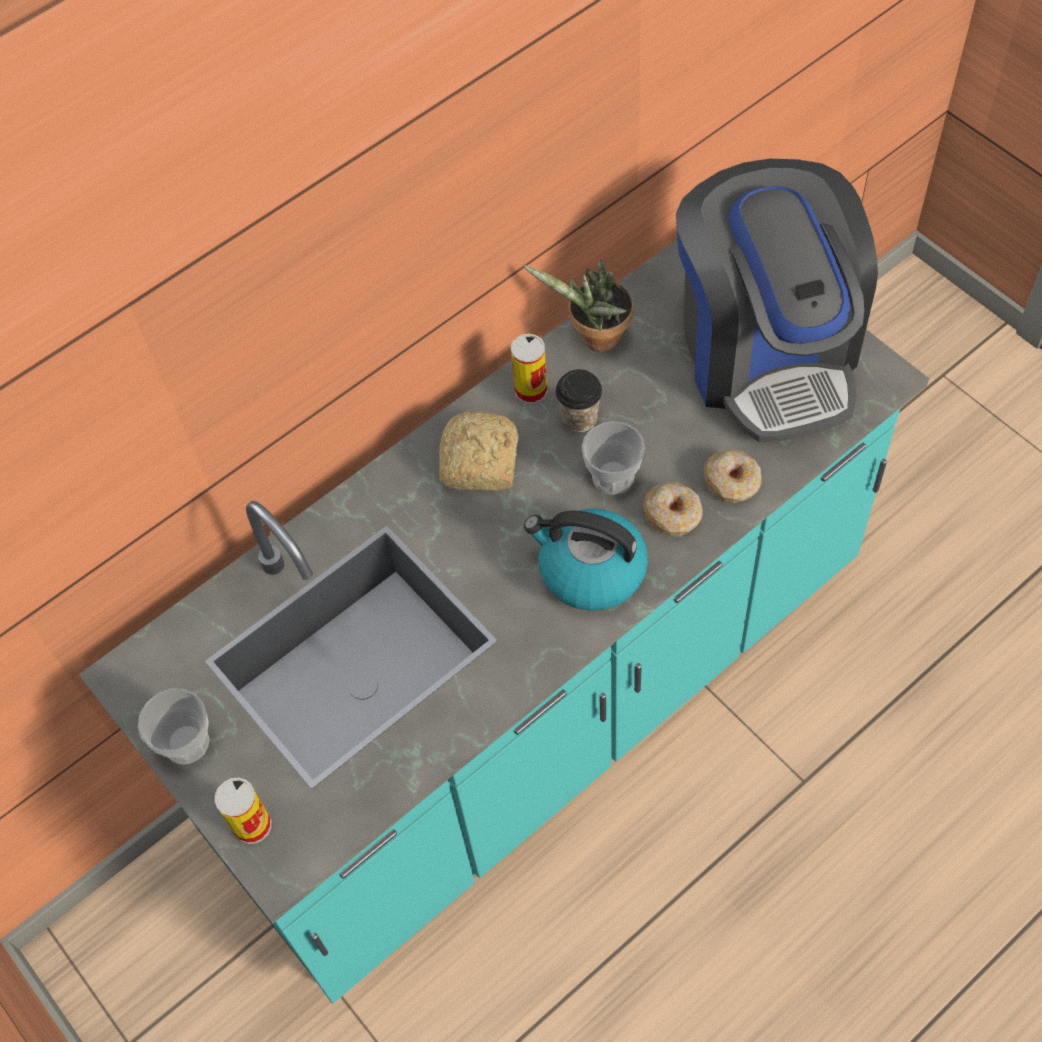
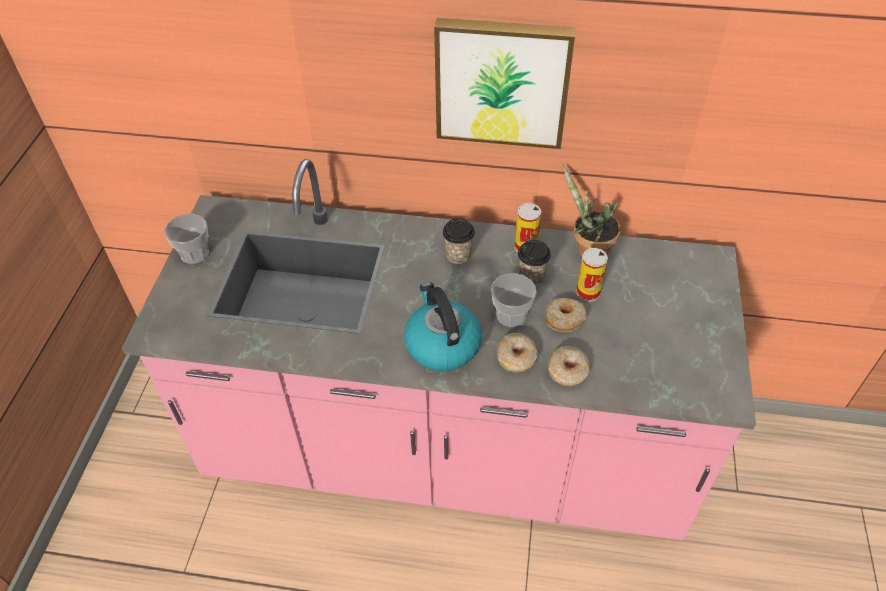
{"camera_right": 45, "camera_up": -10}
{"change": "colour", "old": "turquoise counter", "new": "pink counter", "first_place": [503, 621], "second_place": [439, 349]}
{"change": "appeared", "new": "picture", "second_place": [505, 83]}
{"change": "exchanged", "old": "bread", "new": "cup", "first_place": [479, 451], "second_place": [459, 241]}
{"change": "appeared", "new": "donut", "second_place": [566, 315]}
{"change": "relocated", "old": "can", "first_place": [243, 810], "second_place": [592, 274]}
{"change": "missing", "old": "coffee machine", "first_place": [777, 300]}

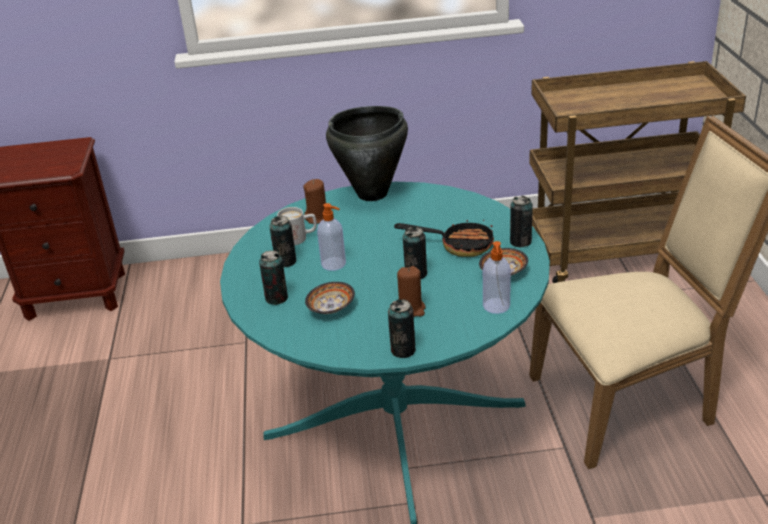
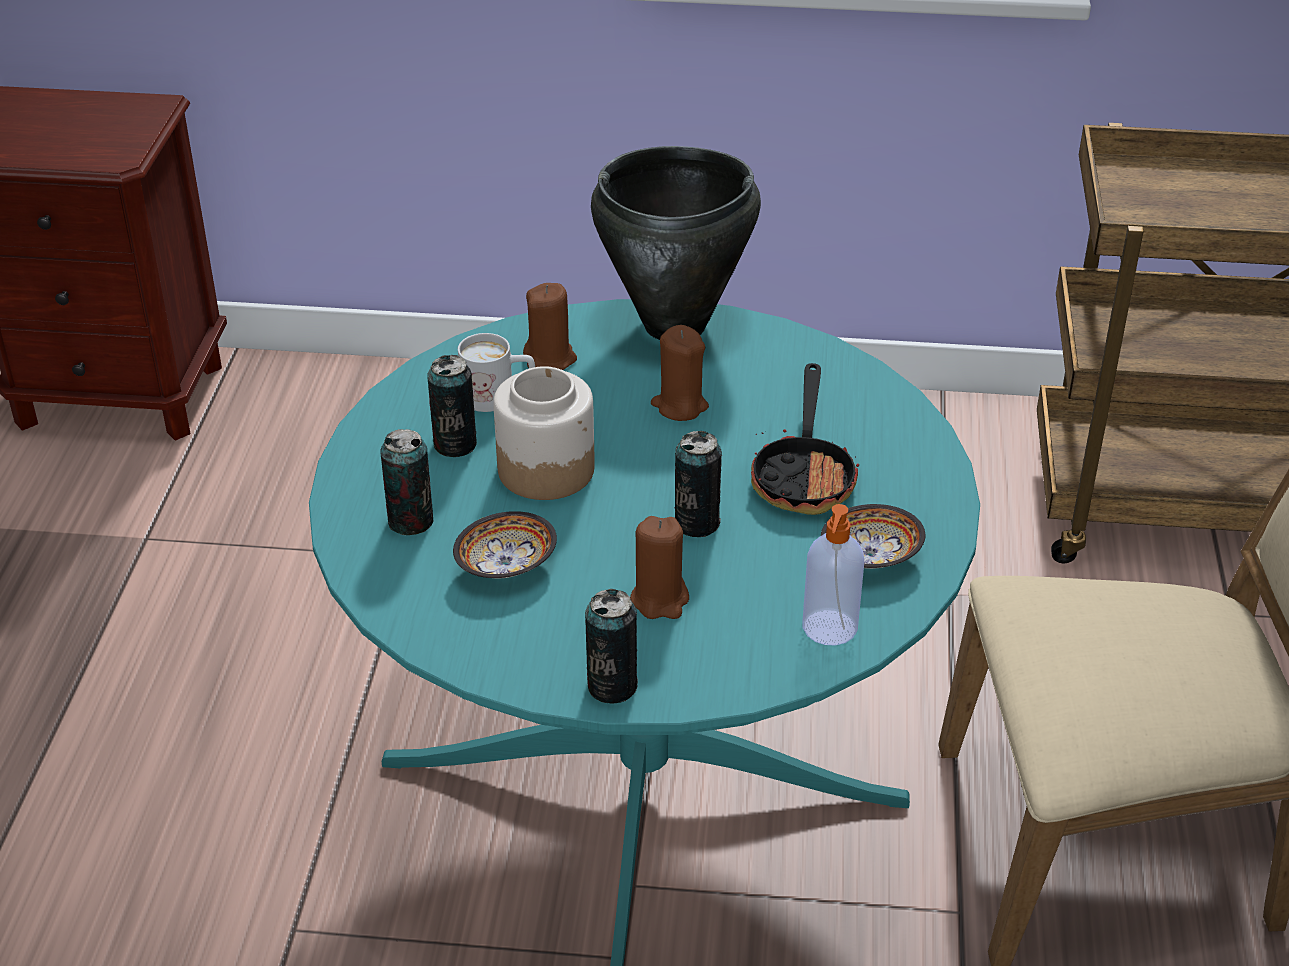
{"camera_right": 10, "camera_up": 5}
{"change": "exchanged", "old": "soap dispenser", "new": "jar", "first_place": [331, 237], "second_place": [544, 433]}
{"change": "appeared", "new": "brown candle", "second_place": [680, 373]}
{"change": "spun", "old": "frying pan", "first_place": [444, 238], "second_place": [805, 439], "degrees": 75}
{"change": "missing", "old": "can", "first_place": [521, 221]}

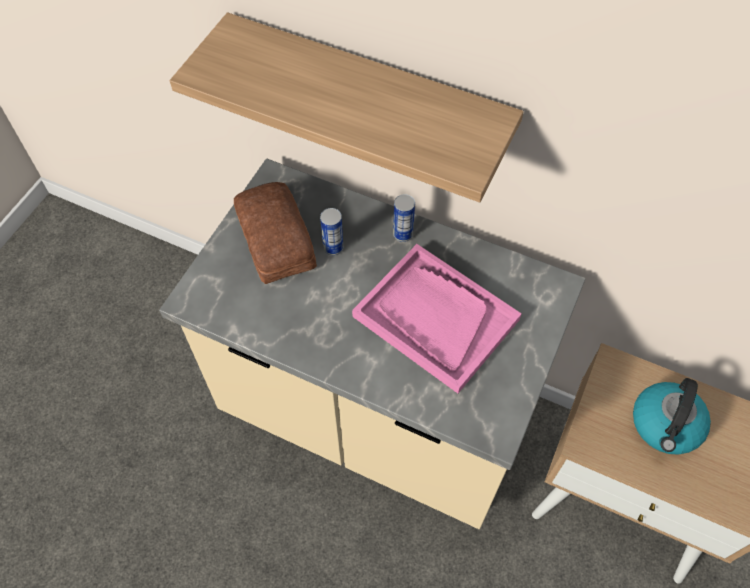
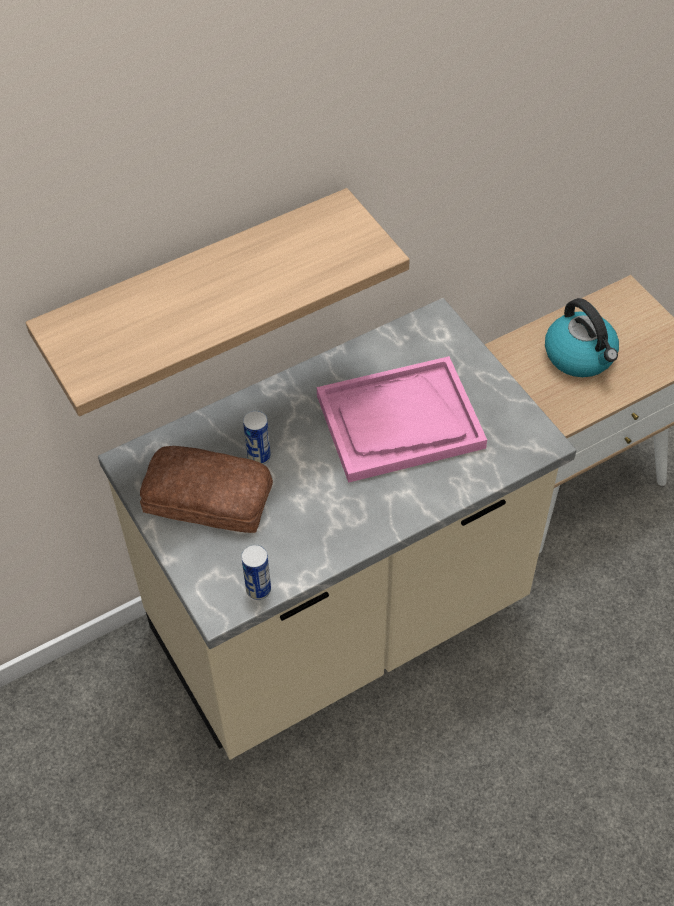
{"camera_right": -55, "camera_up": -5}
{"change": "relocated", "old": "can", "first_place": [404, 218], "second_place": [256, 572]}

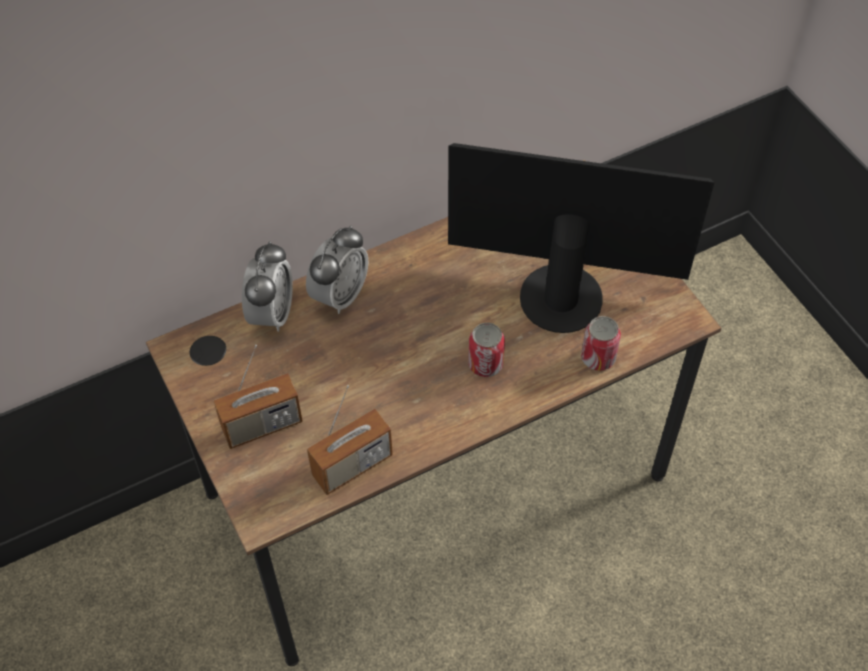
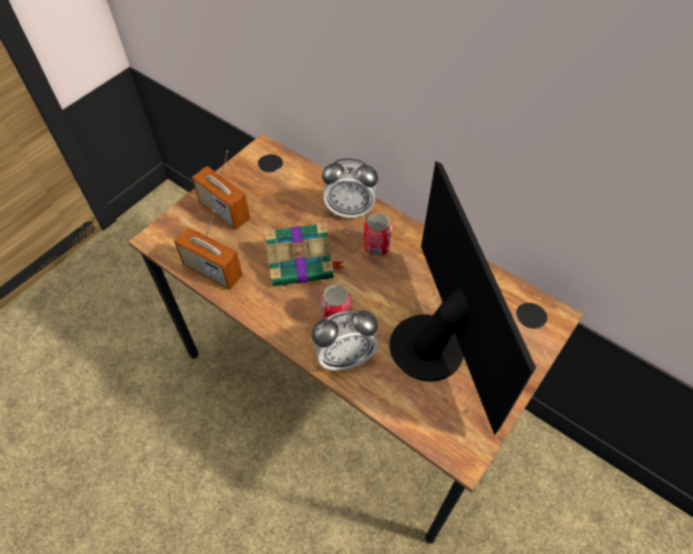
{"camera_right": 65, "camera_up": 0}
{"change": "appeared", "new": "book", "second_place": [304, 254]}
{"change": "relocated", "old": "alarm clock", "first_place": [267, 286], "second_place": [345, 340]}
{"change": "relocated", "old": "can", "first_place": [601, 343], "second_place": [377, 234]}

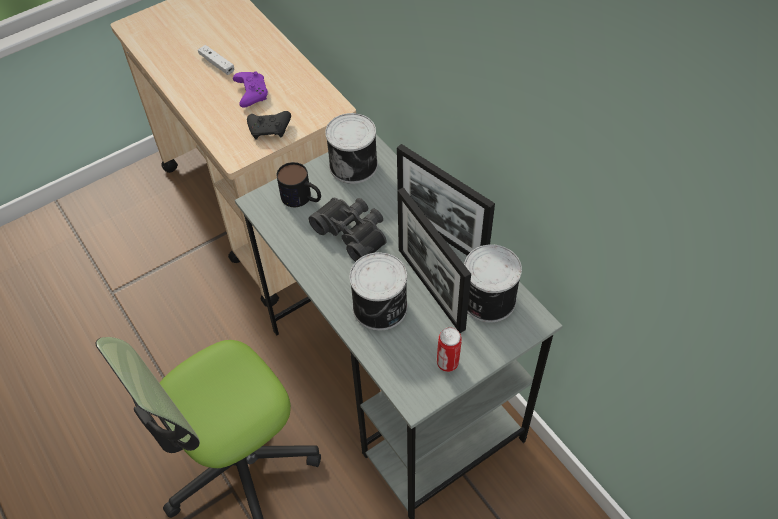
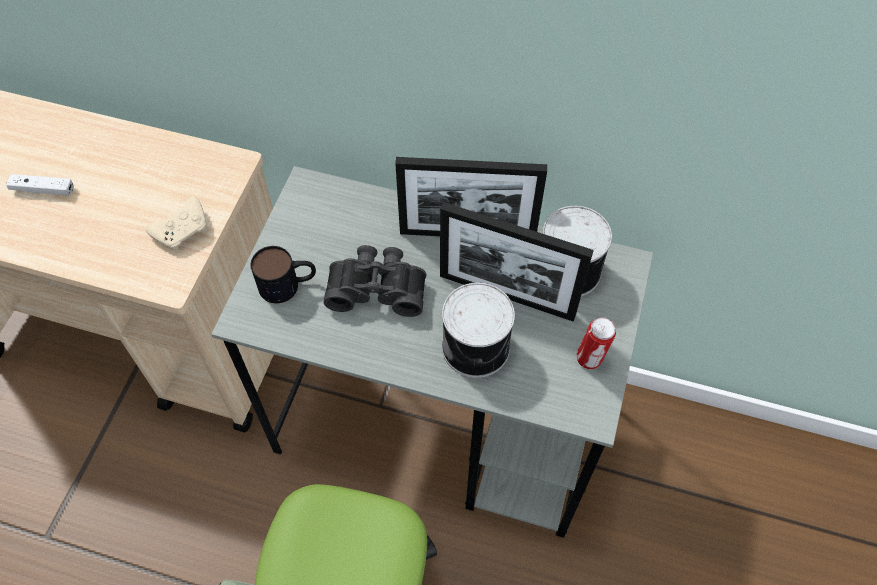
{"camera_right": -40, "camera_up": 5}
{"change": "colour", "old": "black game controller", "new": "beige game controller", "first_place": [269, 125], "second_place": [176, 224]}
{"change": "missing", "old": "purple game controller", "first_place": [250, 89]}
{"change": "missing", "old": "can", "first_place": [351, 148]}

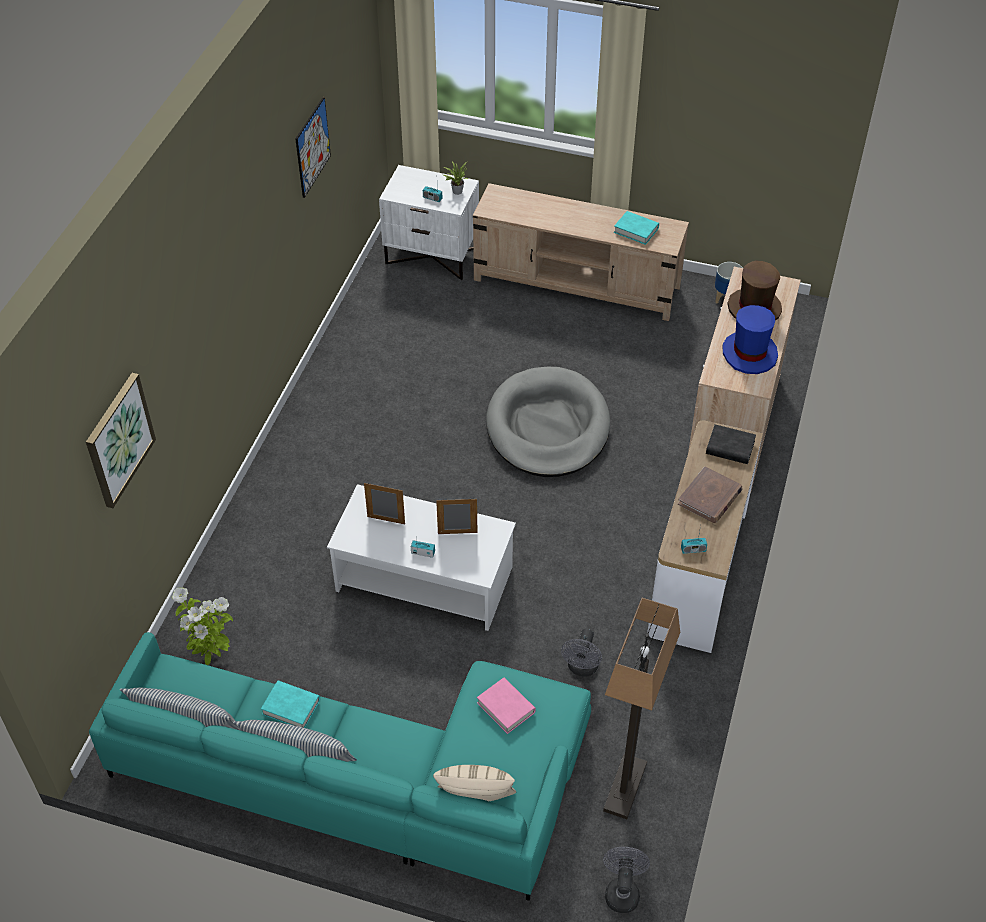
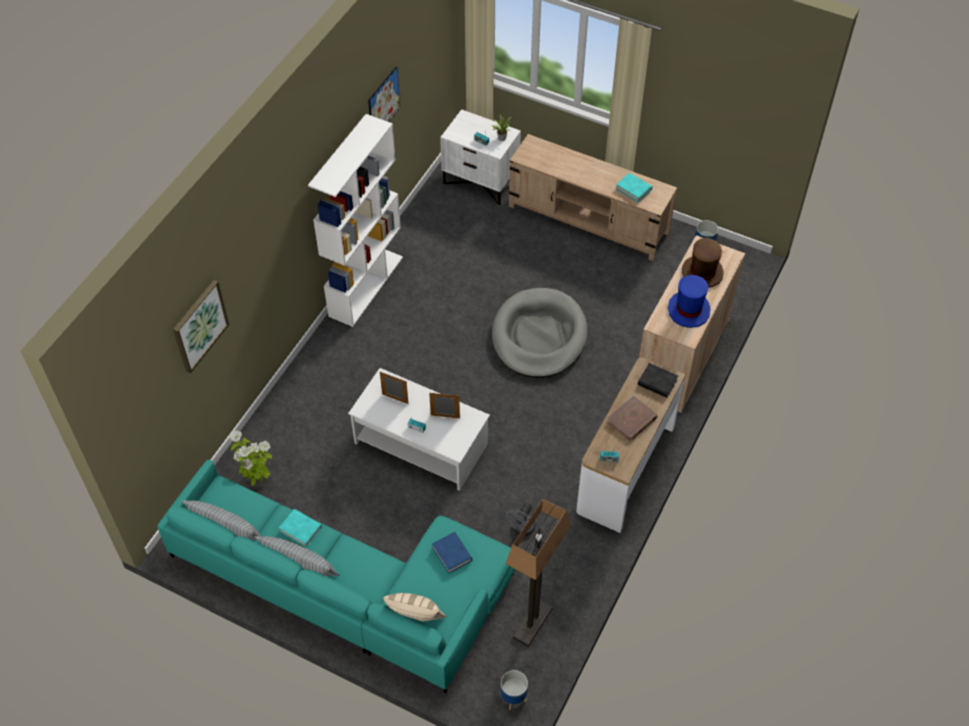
{"camera_right": 10, "camera_up": 5}
{"change": "appeared", "new": "white bookcase", "second_place": [355, 220]}
{"change": "colour", "old": "pink book", "new": "blue book", "first_place": [506, 706], "second_place": [452, 552]}
{"change": "exchanged", "old": "grey fan", "new": "planter", "first_place": [626, 880], "second_place": [514, 690]}

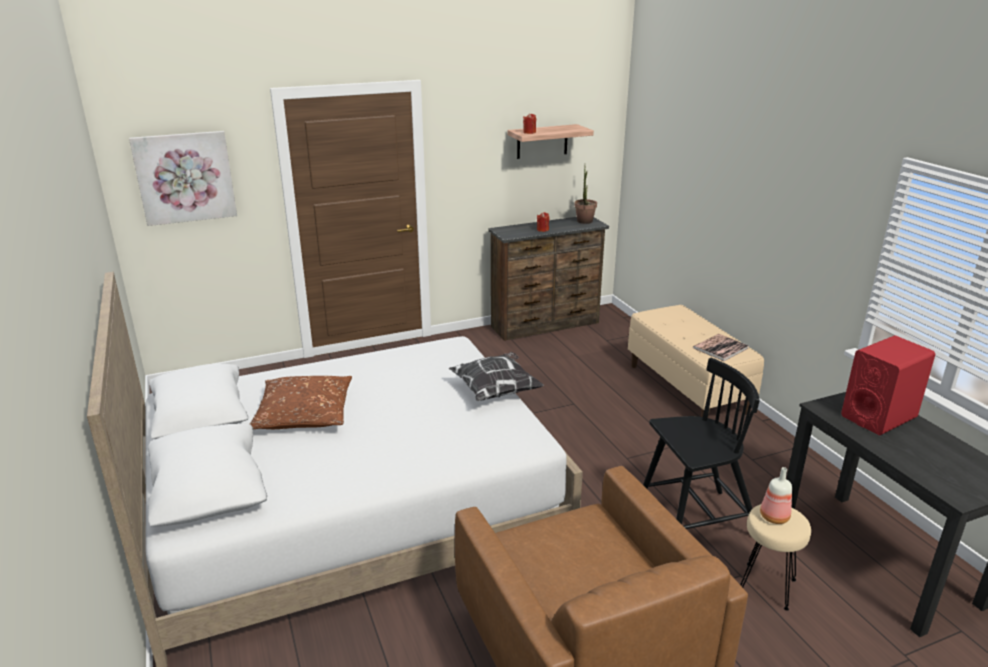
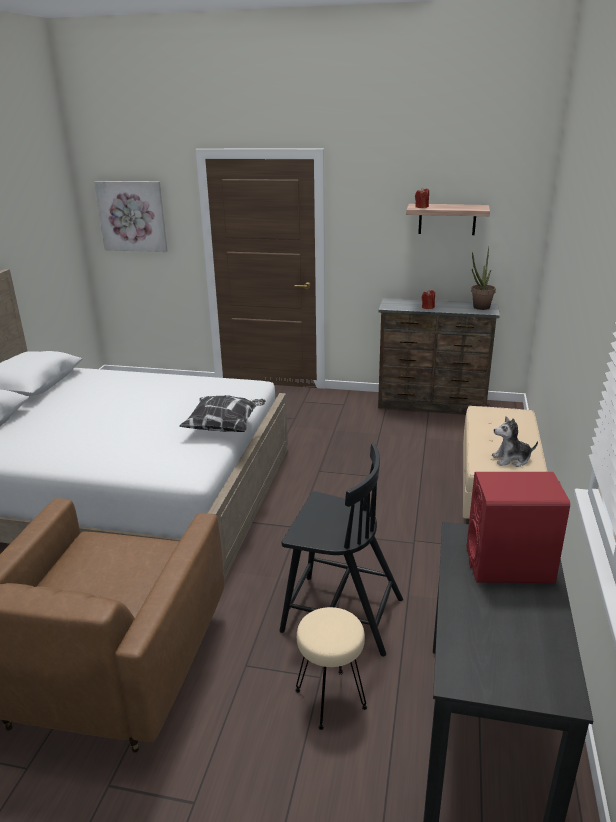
{"camera_right": 35, "camera_up": 0}
{"change": "exchanged", "old": "book", "new": "plush toy", "first_place": [721, 347], "second_place": [515, 441]}
{"change": "missing", "old": "brown pillow", "first_place": [301, 402]}
{"change": "missing", "old": "bottle", "first_place": [776, 495]}

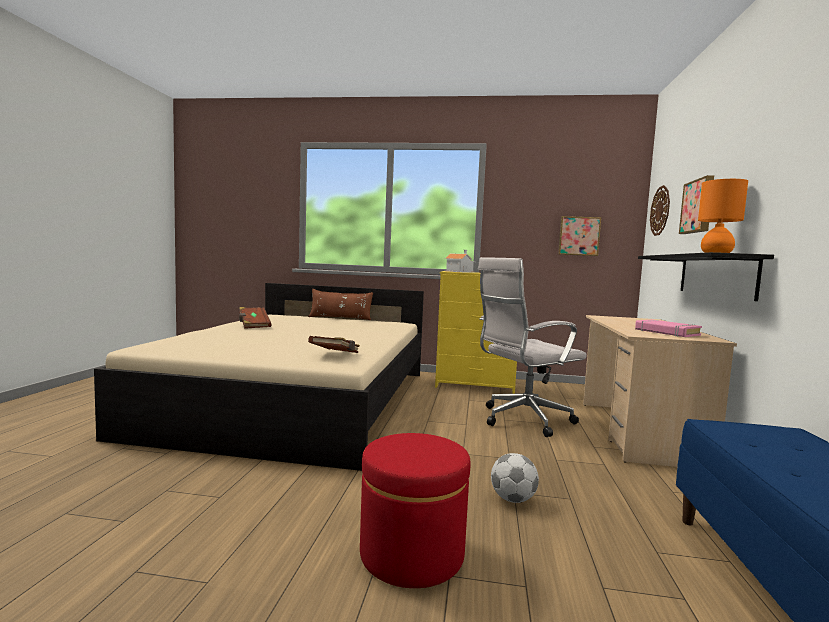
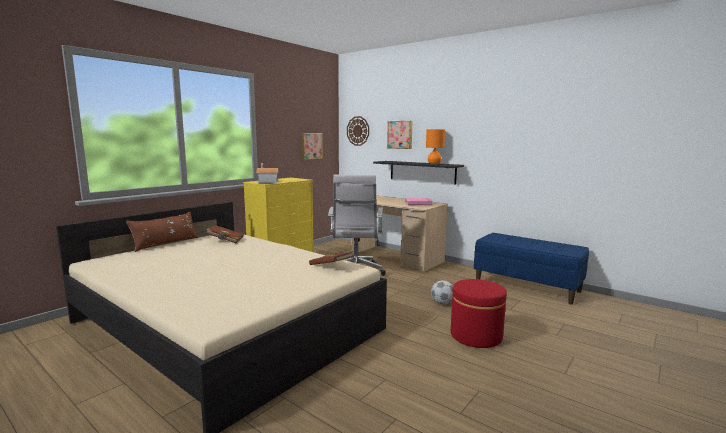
{"camera_right": -60, "camera_up": 5}
{"change": "relocated", "old": "brown book", "first_place": [255, 318], "second_place": [225, 234]}

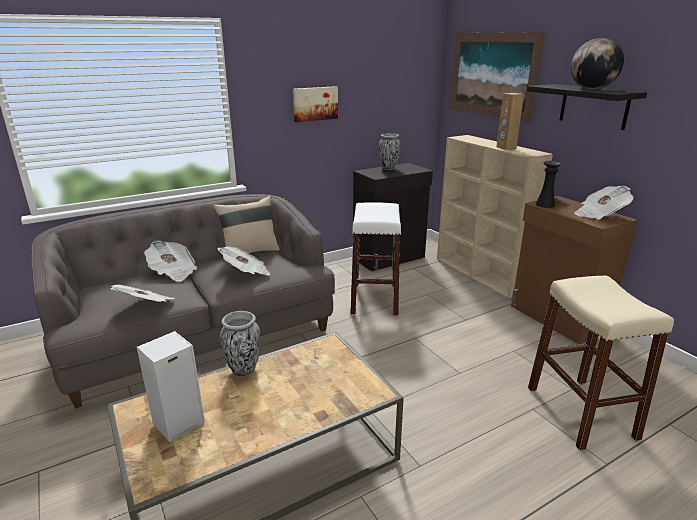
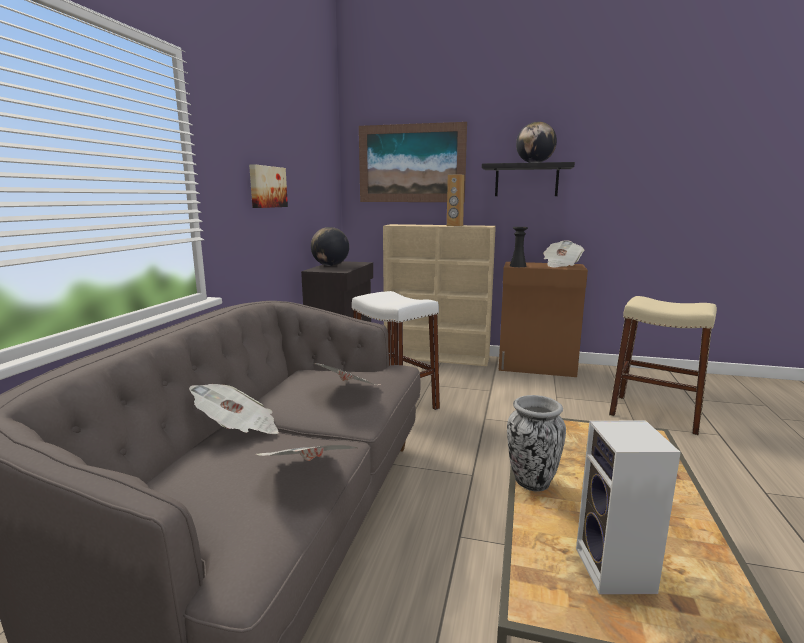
{"camera_right": -45, "camera_up": -10}
{"change": "exchanged", "old": "vase", "new": "globe", "first_place": [390, 151], "second_place": [330, 246]}
{"change": "missing", "old": "beige pillow", "first_place": [246, 224]}

